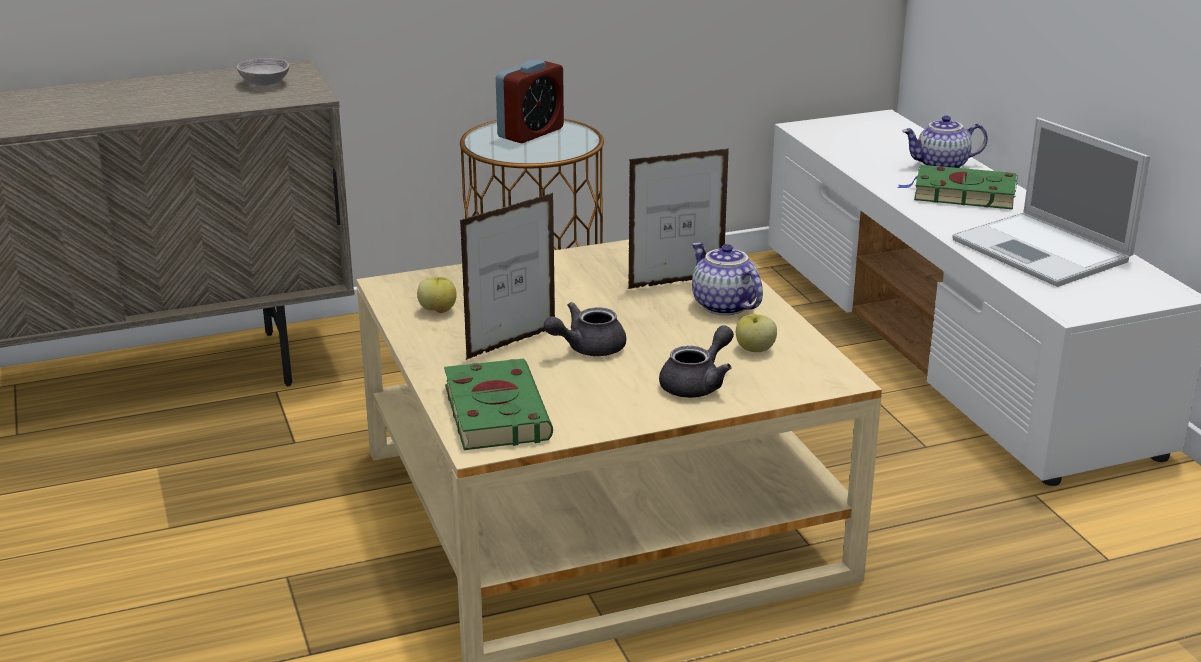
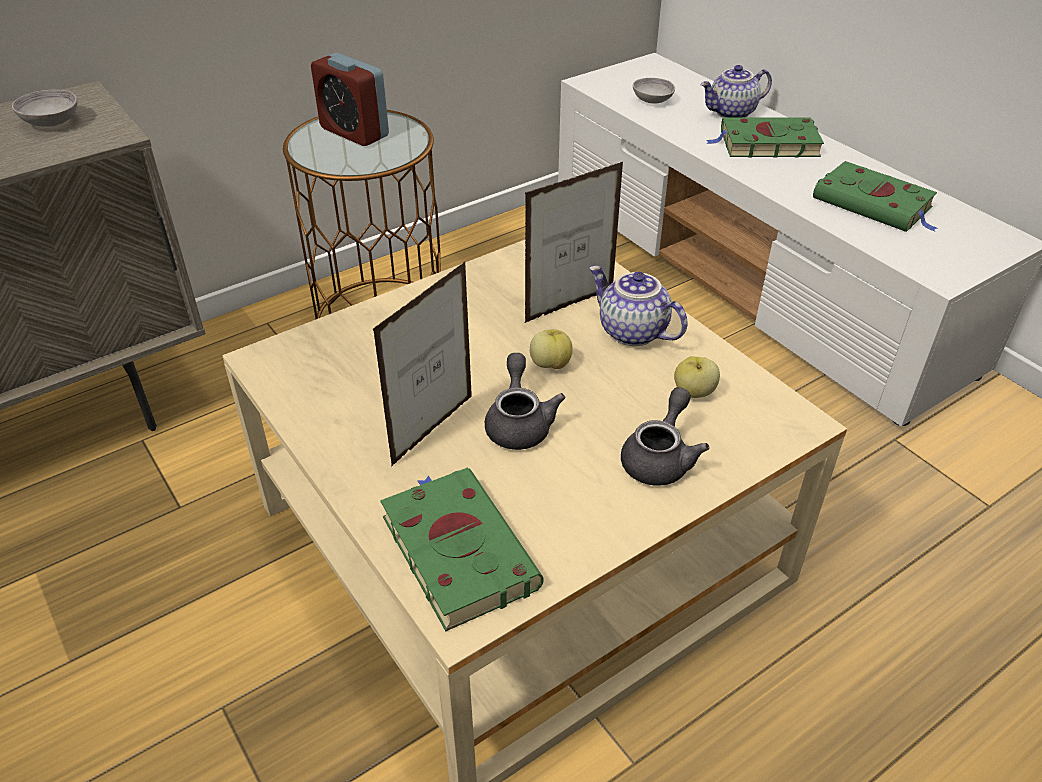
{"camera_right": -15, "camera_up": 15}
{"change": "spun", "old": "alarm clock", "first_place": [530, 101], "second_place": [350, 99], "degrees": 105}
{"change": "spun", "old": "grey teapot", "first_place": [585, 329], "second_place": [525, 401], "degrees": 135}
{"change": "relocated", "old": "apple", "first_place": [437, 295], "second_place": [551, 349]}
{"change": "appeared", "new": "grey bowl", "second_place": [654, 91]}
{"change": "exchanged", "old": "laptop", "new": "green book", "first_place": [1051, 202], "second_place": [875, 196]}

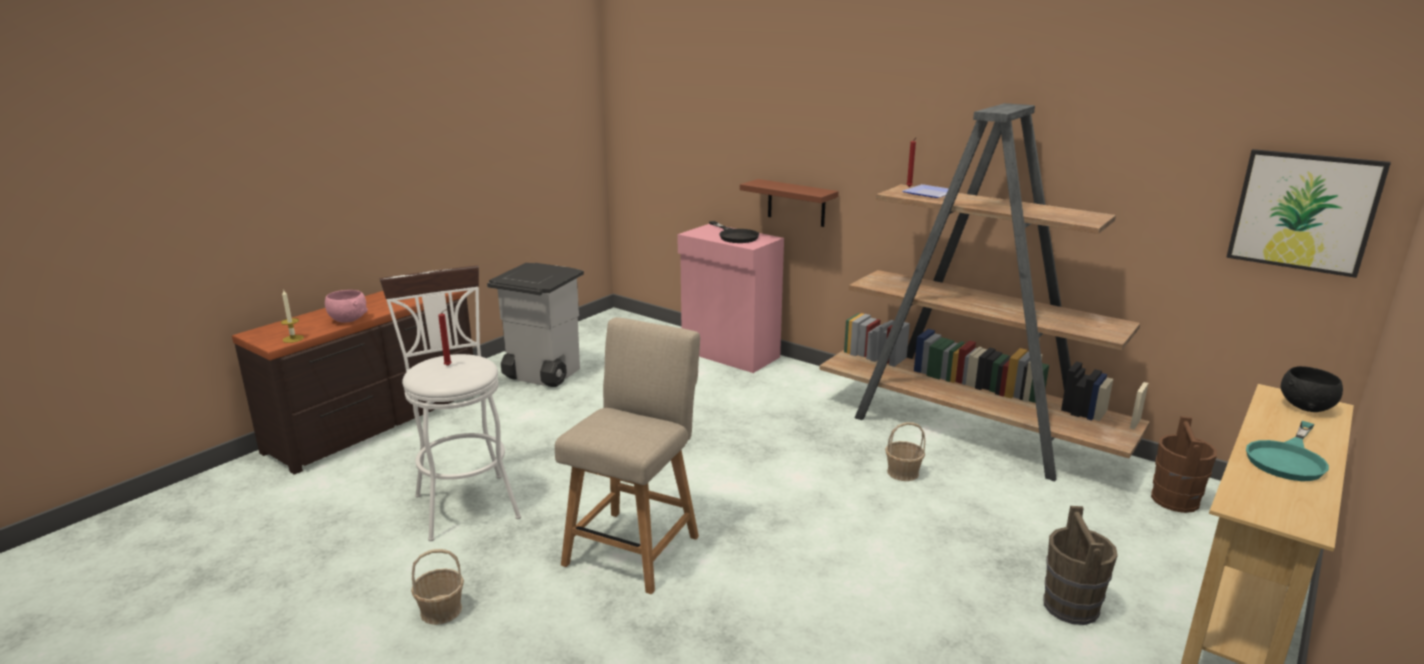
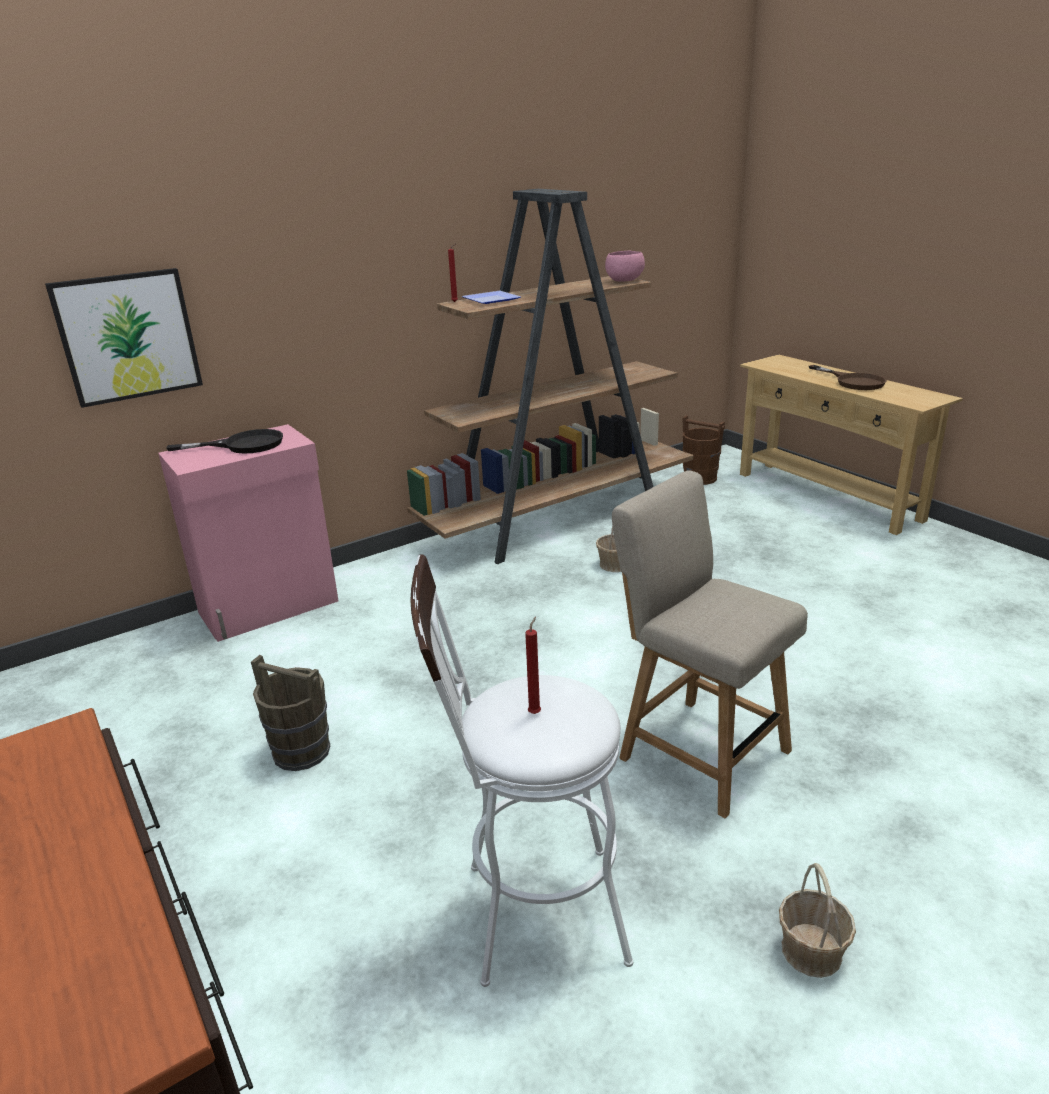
{"camera_right": -70, "camera_up": 5}
{"change": "relocated", "old": "picture", "first_place": [1308, 213], "second_place": [124, 338]}
{"change": "relocated", "old": "brown bucket", "first_place": [1080, 565], "second_place": [290, 713]}
{"change": "relocated", "old": "pink bowl", "first_place": [346, 306], "second_place": [625, 266]}
{"change": "colour", "old": "turquoise frying pan", "new": "brown frying pan", "first_place": [1287, 451], "second_place": [848, 377]}
{"change": "missing", "old": "candle", "first_place": [292, 316]}
{"change": "missing", "old": "grey trash can", "first_place": [535, 325]}
{"change": "missing", "old": "brown shelf", "first_place": [789, 203]}
{"change": "missing", "old": "black bowl", "first_place": [1312, 389]}

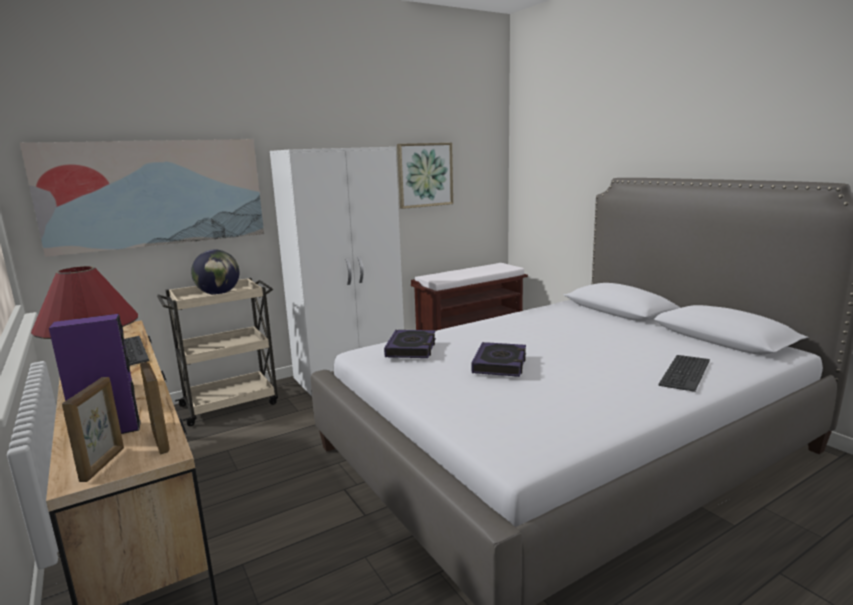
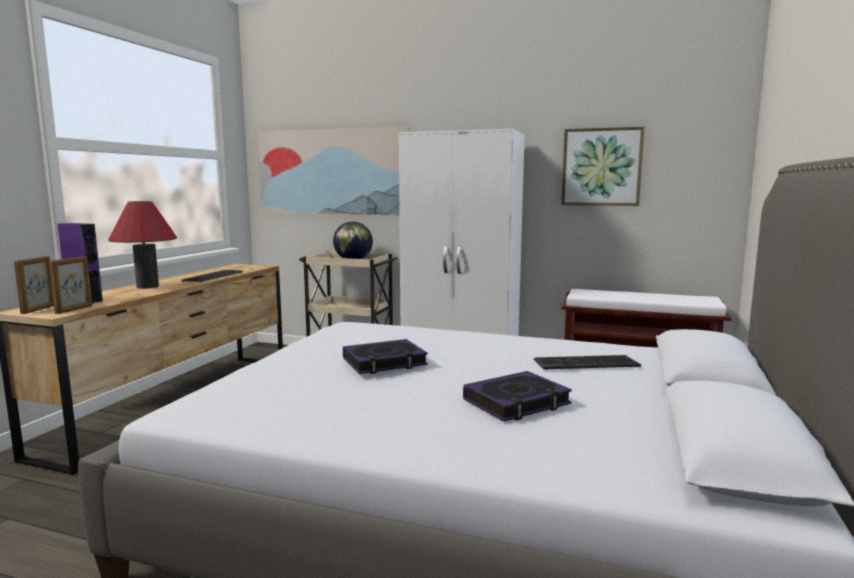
{"camera_right": 50, "camera_up": -5}
{"change": "spun", "old": "picture frame", "first_place": [93, 429], "second_place": [34, 285], "degrees": -45}
{"change": "relocated", "old": "book", "first_place": [410, 344], "second_place": [517, 396]}
{"change": "relocated", "old": "keyboard", "first_place": [684, 373], "second_place": [587, 362]}

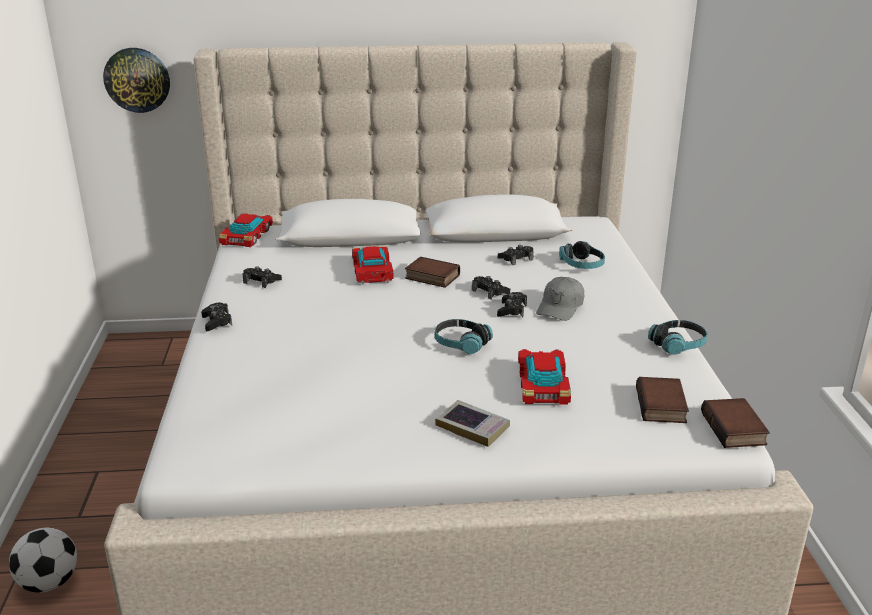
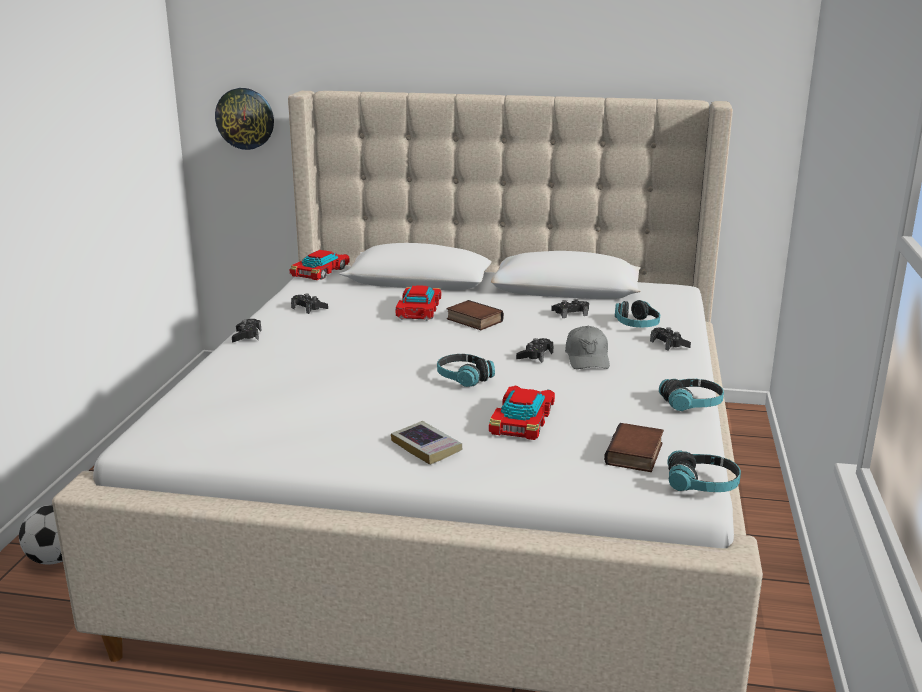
{"camera_right": 15, "camera_up": -5}
{"change": "spun", "old": "grey cap", "first_place": [560, 299], "second_place": [587, 347], "degrees": -45}
{"change": "relocated", "old": "black game controller", "first_place": [491, 287], "second_place": [670, 339]}
{"change": "exchanged", "old": "book", "new": "headphones", "first_place": [735, 423], "second_place": [704, 471]}

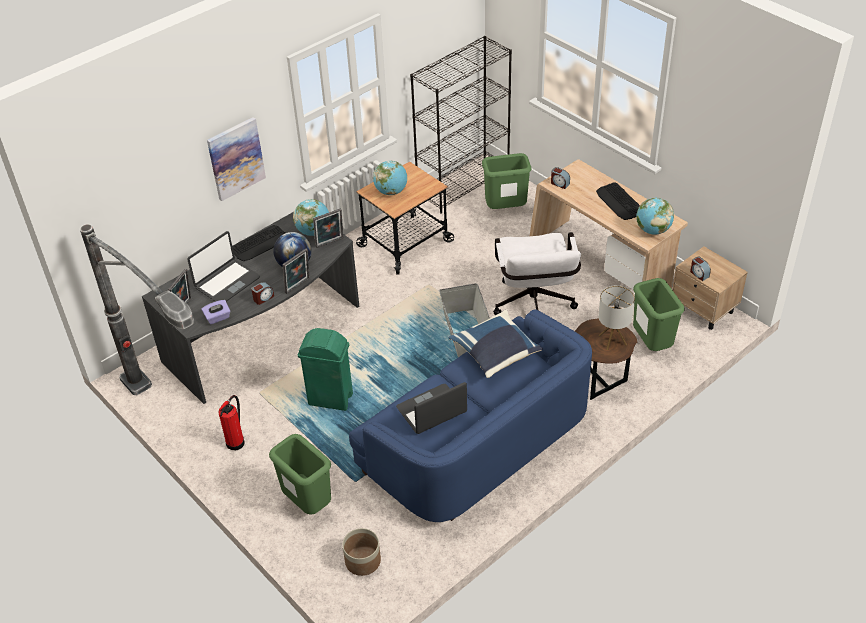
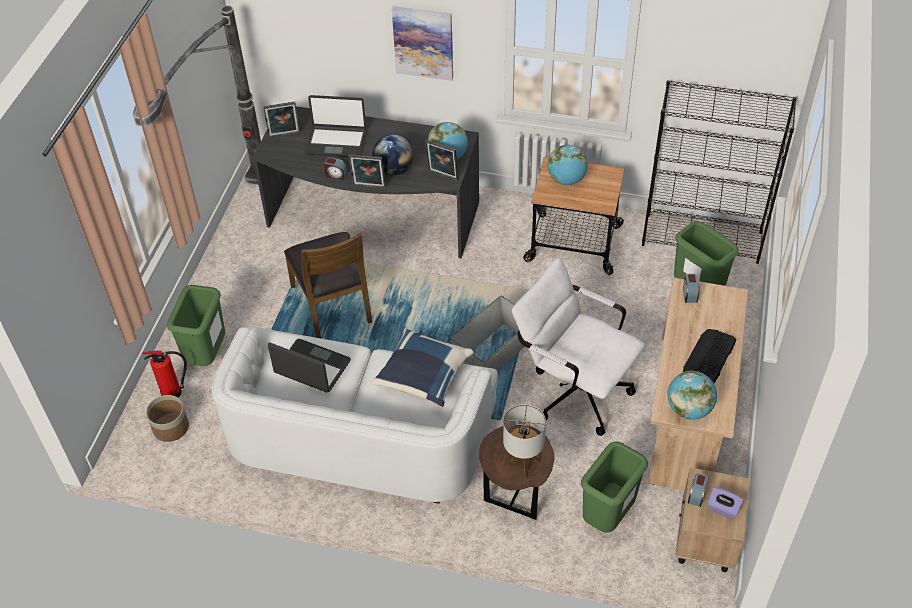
{"camera_right": 55, "camera_up": 5}
{"change": "relocated", "old": "fire extinguisher", "first_place": [232, 423], "second_place": [164, 374]}
{"change": "colour", "old": "blue sofa", "new": "white sofa", "first_place": [470, 415], "second_place": [355, 415]}
{"change": "exchanged", "old": "green trash can", "new": "brown chair", "first_place": [325, 369], "second_place": [328, 285]}
{"change": "spun", "old": "white office chair", "first_place": [537, 273], "second_place": [578, 347], "degrees": 75}
{"change": "relocated", "old": "purple tissue box", "first_place": [216, 312], "second_place": [725, 503]}
{"change": "missing", "old": "keyboard", "first_place": [259, 243]}

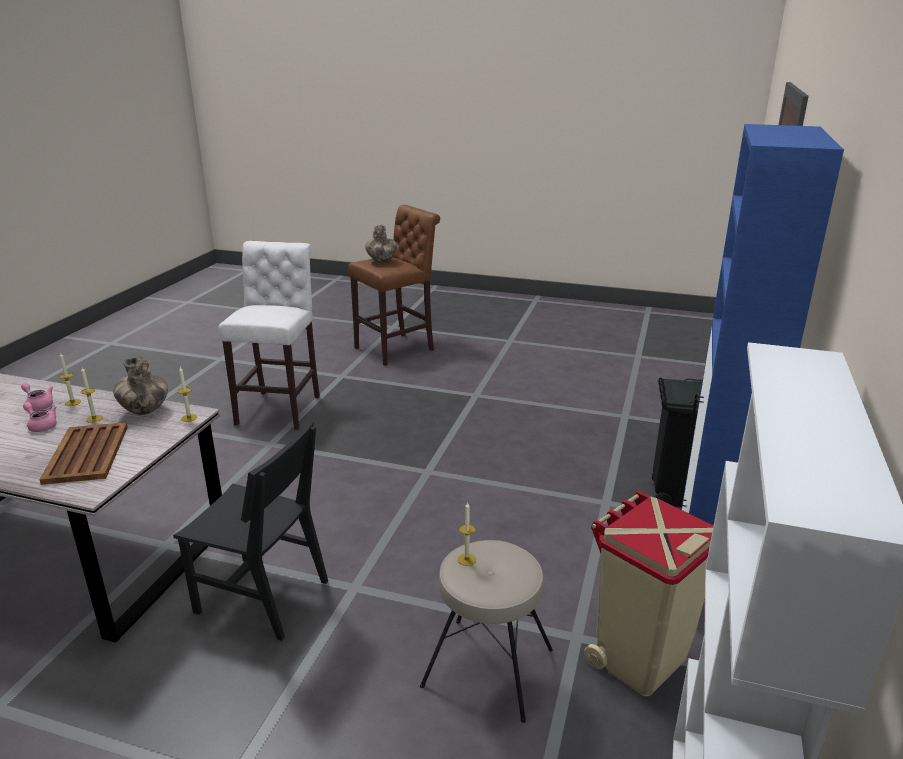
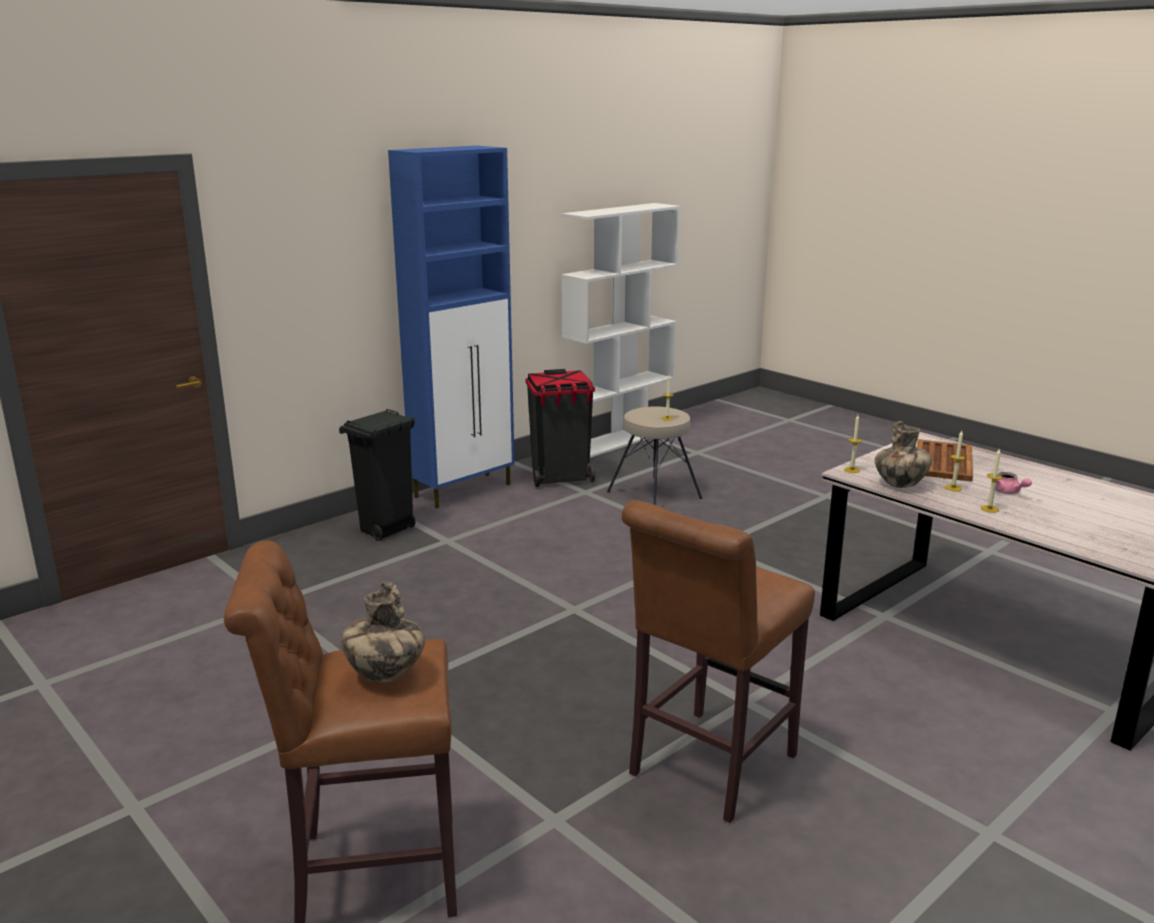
{"camera_right": -150, "camera_up": -5}
{"change": "colour", "old": "beige trash can", "new": "black trash can", "first_place": [649, 593], "second_place": [560, 428]}
{"change": "colour", "old": "white stool", "new": "brown stool", "first_place": [269, 335], "second_place": [718, 661]}
{"change": "missing", "old": "pink teapot", "first_place": [37, 397]}
{"change": "missing", "old": "black chair", "first_place": [250, 530]}

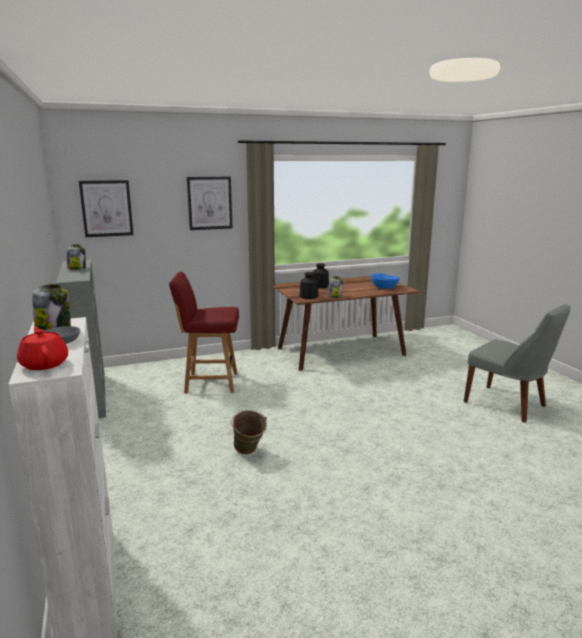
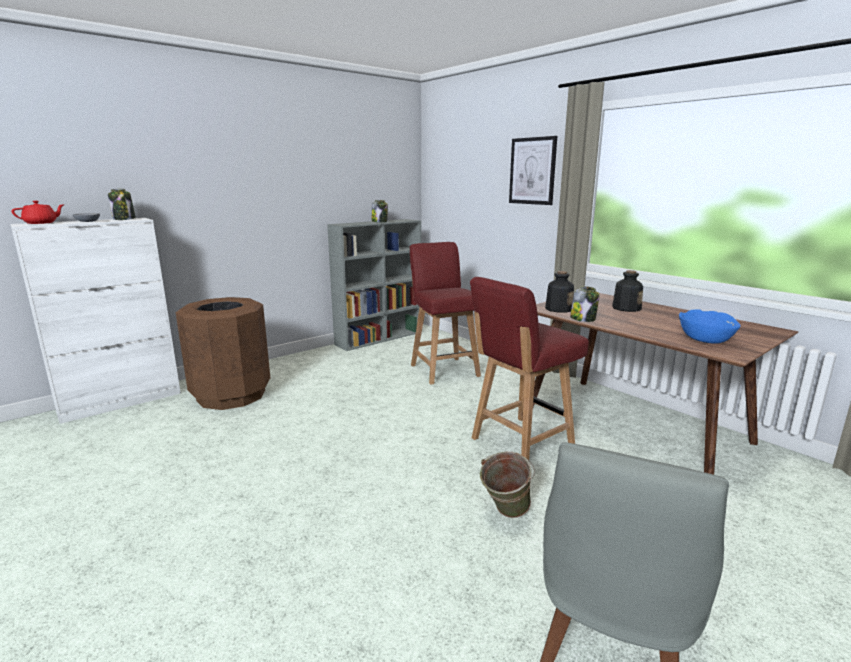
{"camera_right": 70, "camera_up": 0}
{"change": "appeared", "new": "brown trash can", "second_place": [223, 353]}
{"change": "appeared", "new": "red chair", "second_place": [529, 368]}
{"change": "relocated", "old": "green bucket", "first_place": [249, 432], "second_place": [507, 484]}
{"change": "missing", "old": "picture", "first_place": [106, 208]}

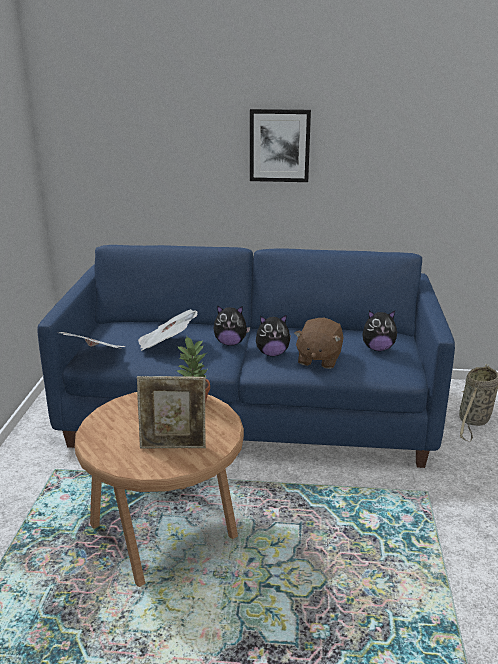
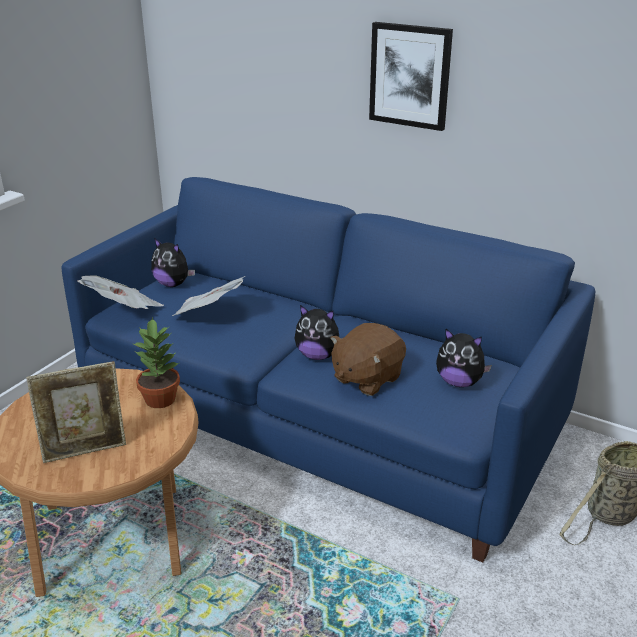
{"camera_right": 25, "camera_up": 5}
{"change": "spun", "old": "picture frame", "first_place": [171, 412], "second_place": [76, 412], "degrees": -45}
{"change": "relocated", "old": "plush toy", "first_place": [231, 325], "second_place": [173, 262]}

